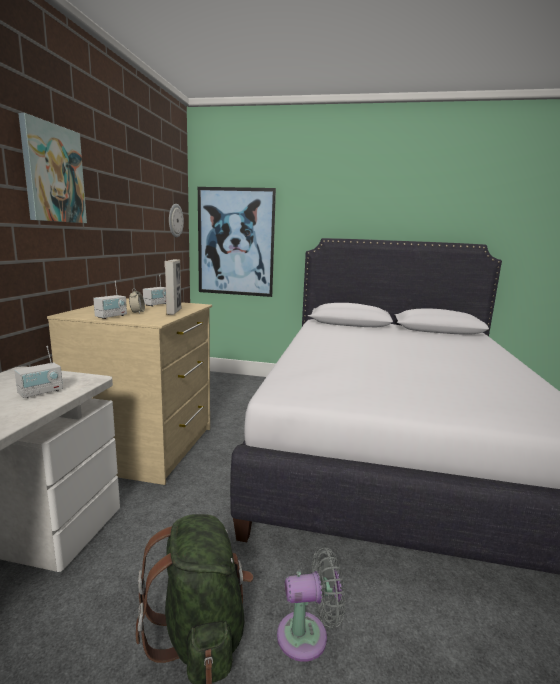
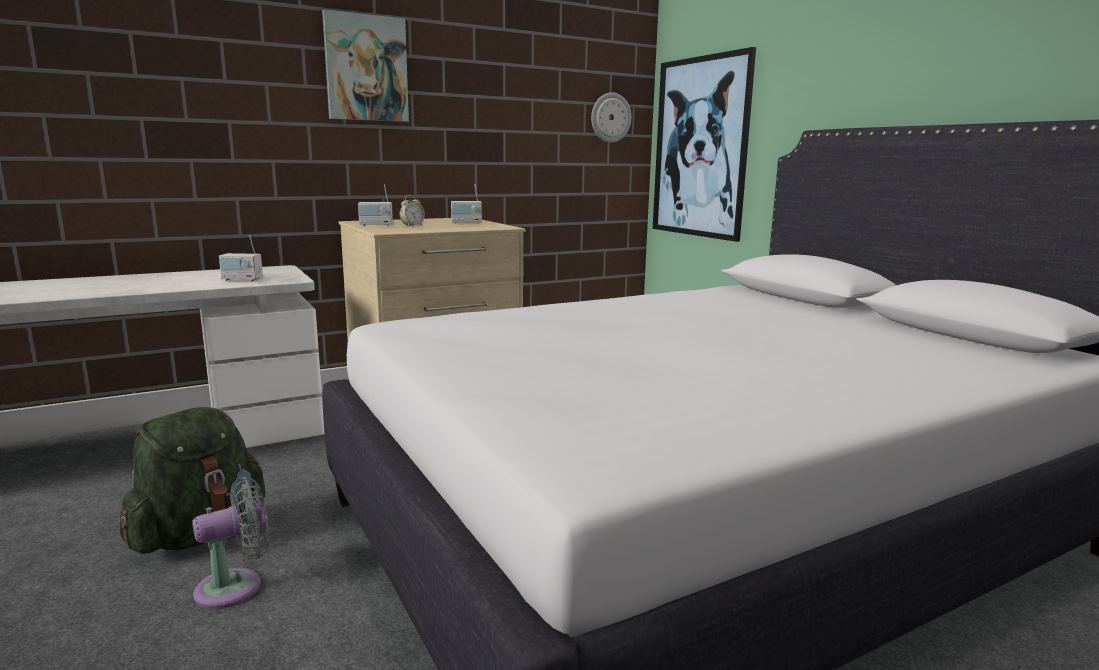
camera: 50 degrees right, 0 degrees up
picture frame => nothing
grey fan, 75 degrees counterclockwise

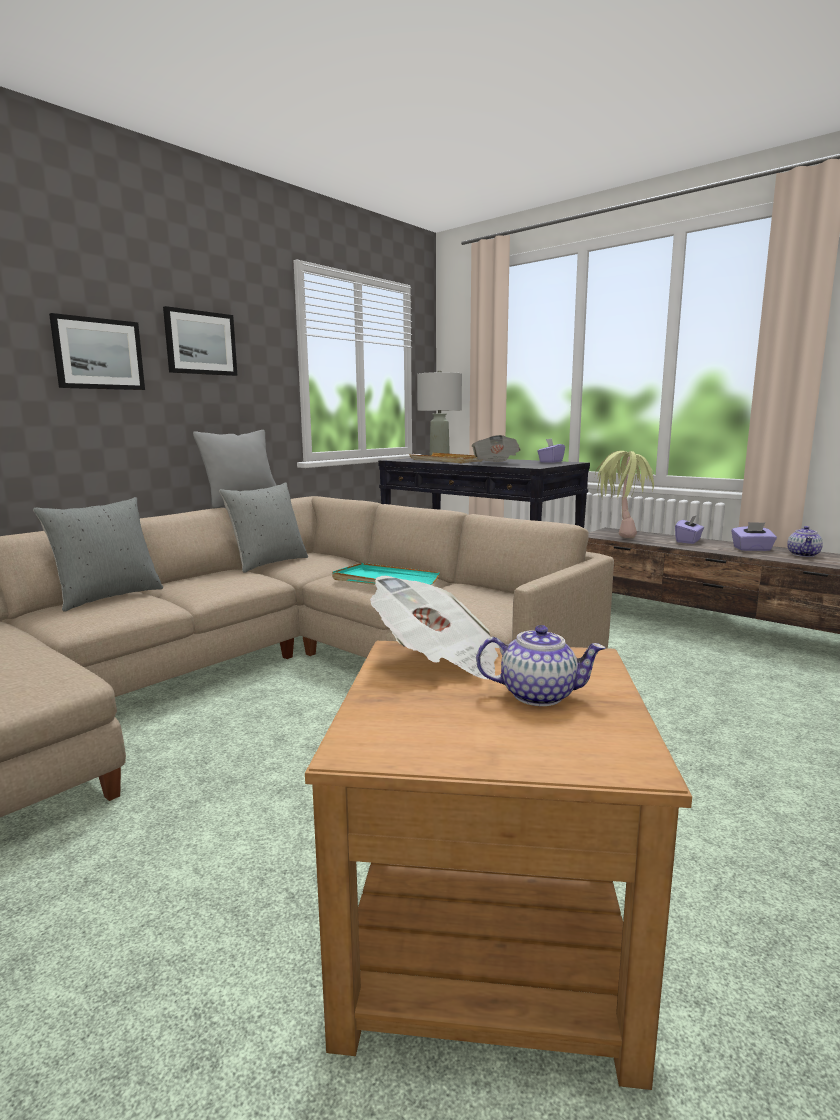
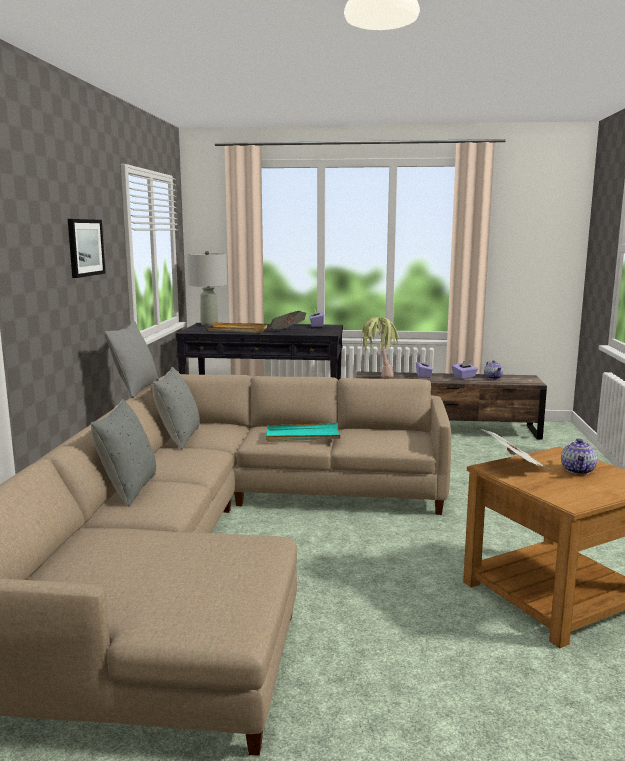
camera: 35 degrees left, 0 degrees up
picture (1st from left) => nothing
teapot (1st from left in the first image) => teapot (2nd from left), 135 degrees clockwise

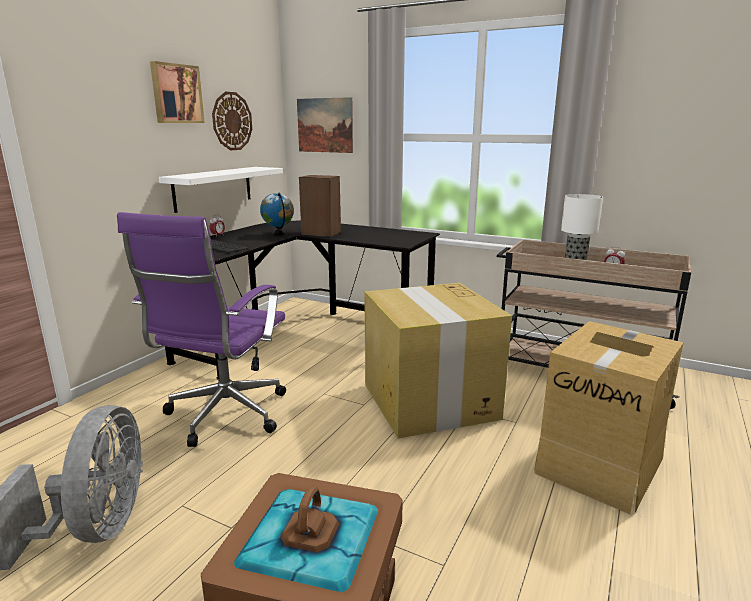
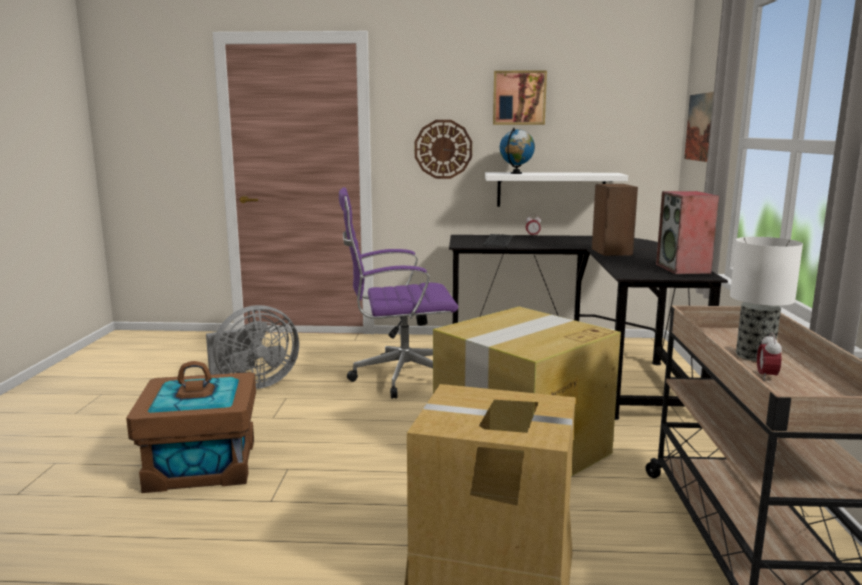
camera: 65 degrees right, 5 degrees down
wall clock, moved
globe, moved
nothing => speaker (2nd from left)

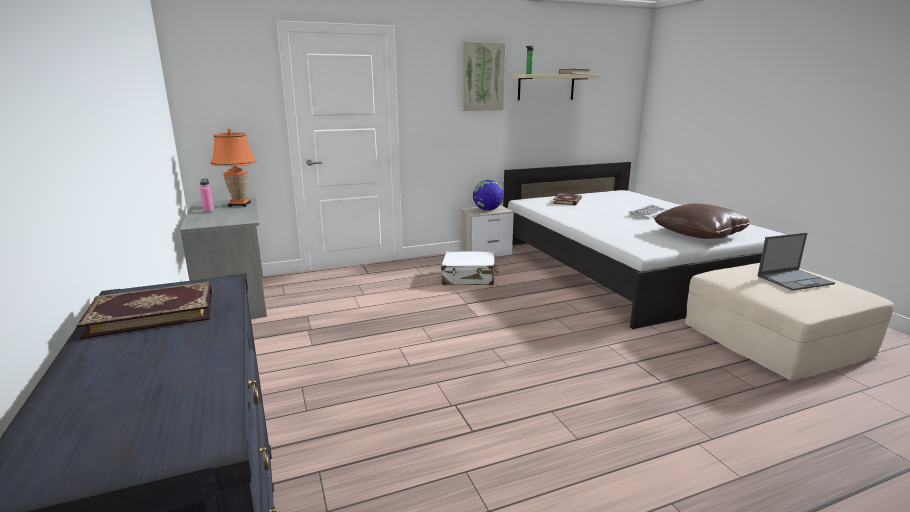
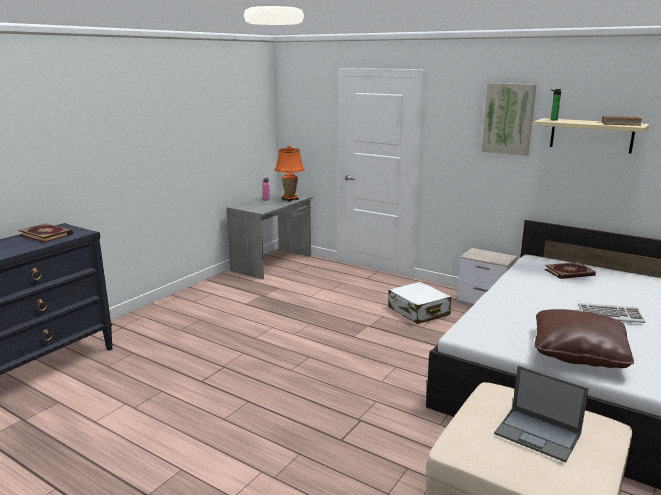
camera: 55 degrees right, 0 degrees up
globe => nothing

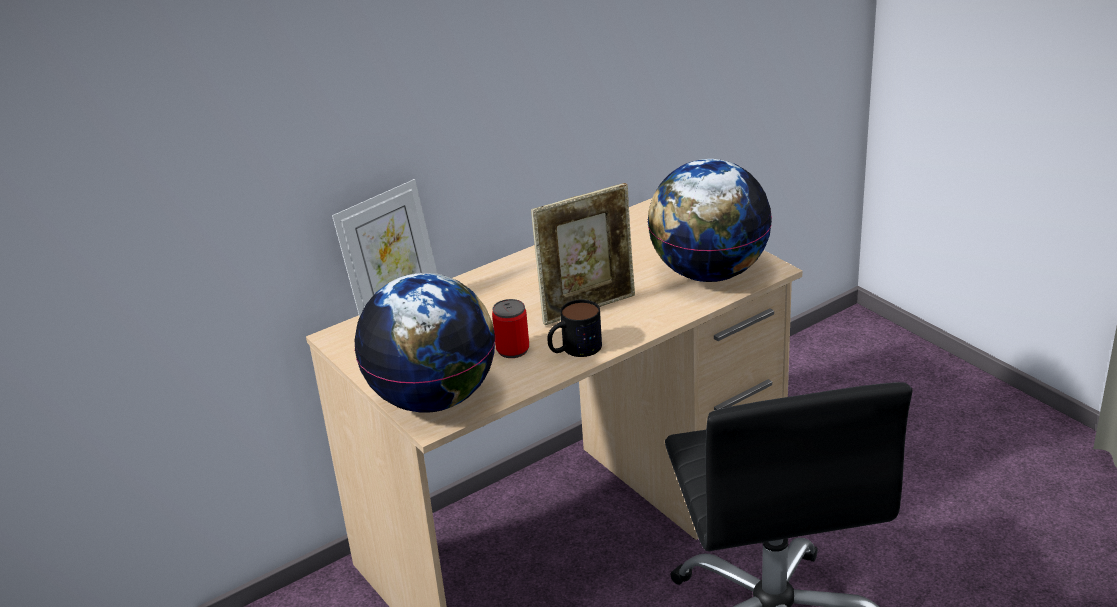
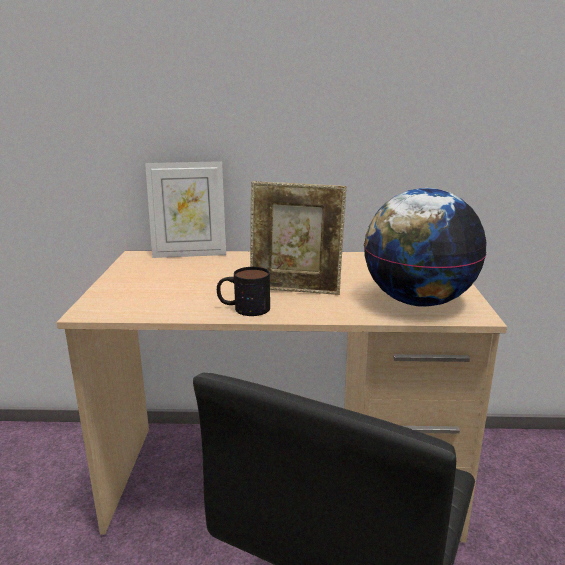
camera: 35 degrees right, 10 degrees down
globe (1st from left) => nothing
can => nothing

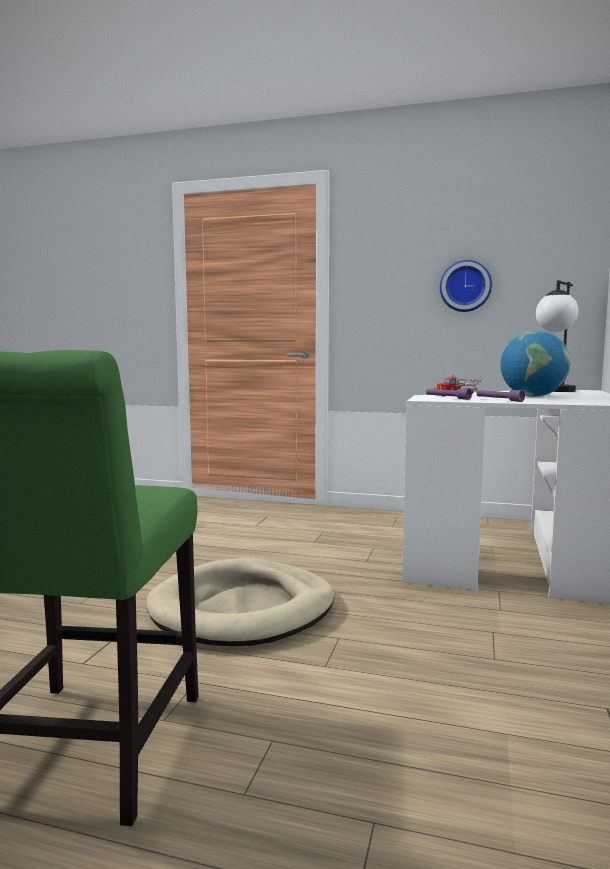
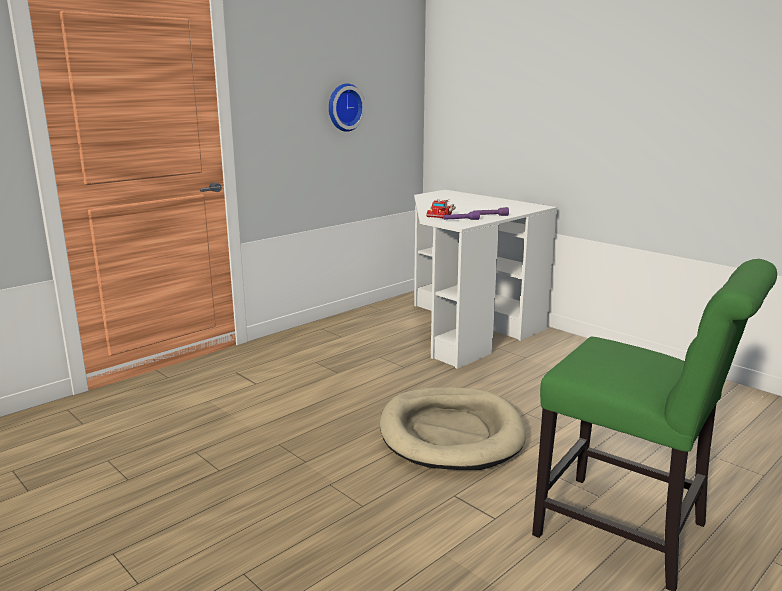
camera: 60 degrees left, 10 degrees up
globe => nothing
table lamp => nothing

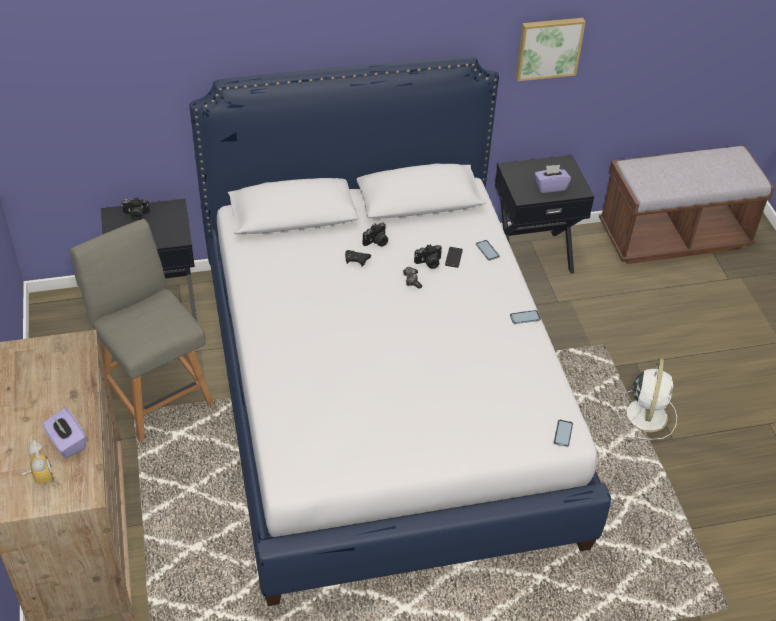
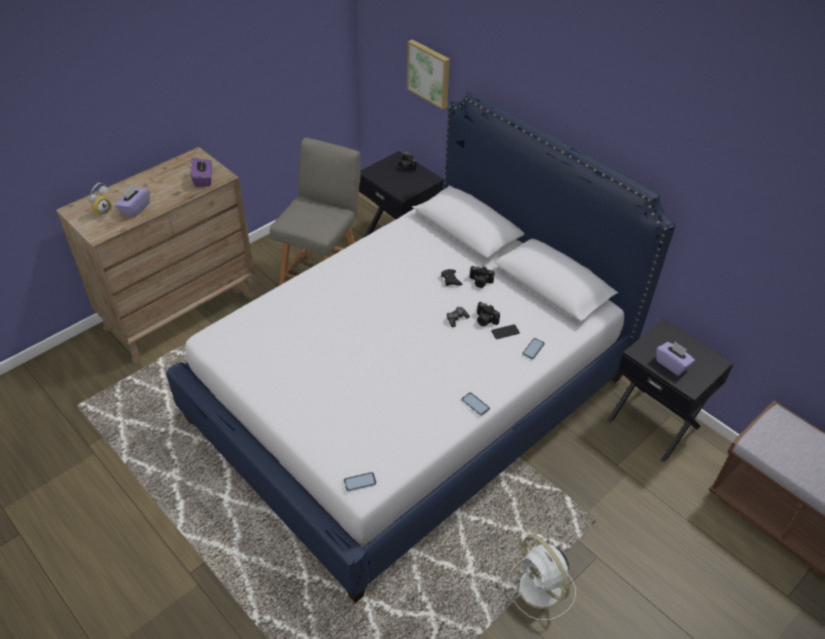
camera: 60 degrees right, 0 degrees up
picture, moved
white fan, 75 degrees clockwise
nothing => purple tissue box (2nd from left)

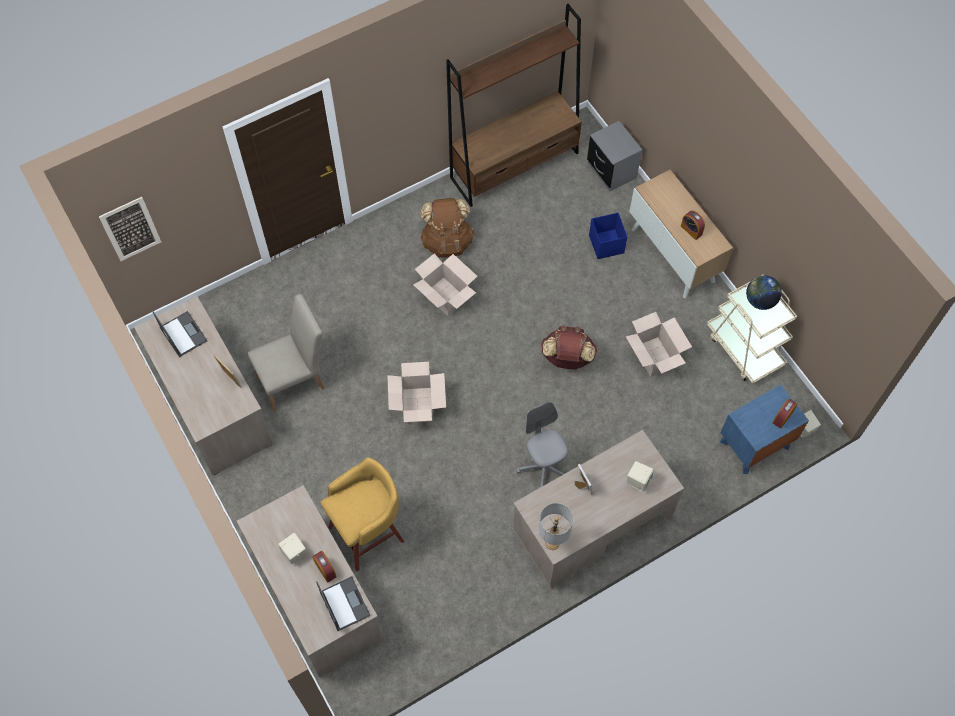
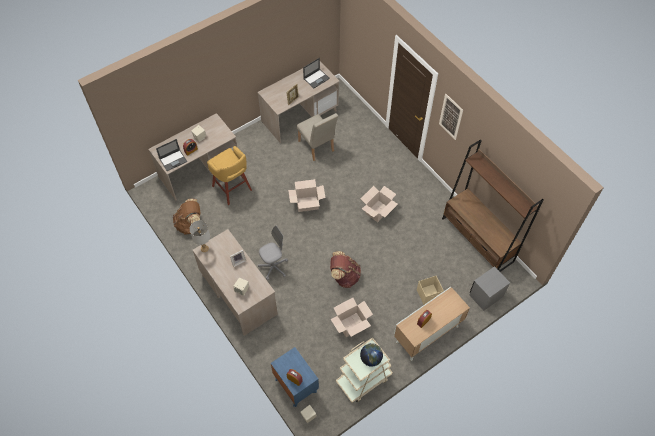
camera: 85 degrees right, 5 degrees down
picture, moved
brown backpack (1st from left), moved
blue storage box => beige storage box

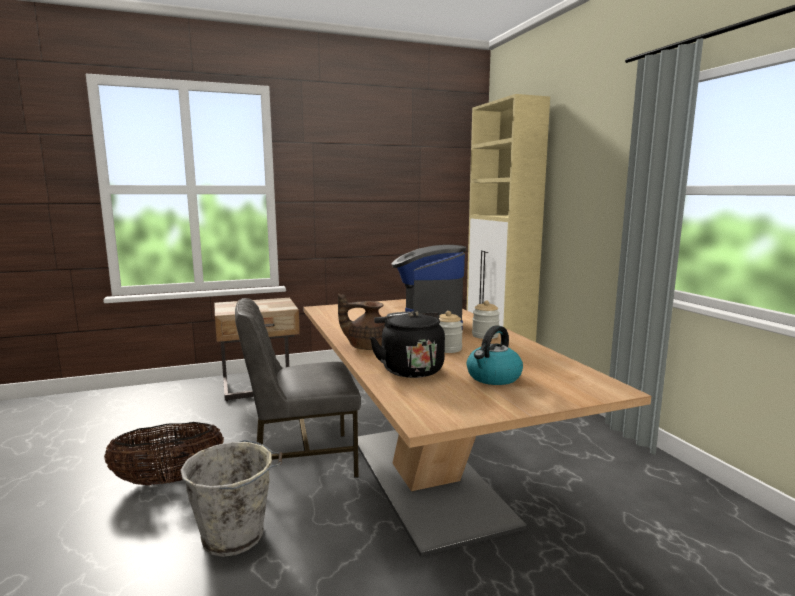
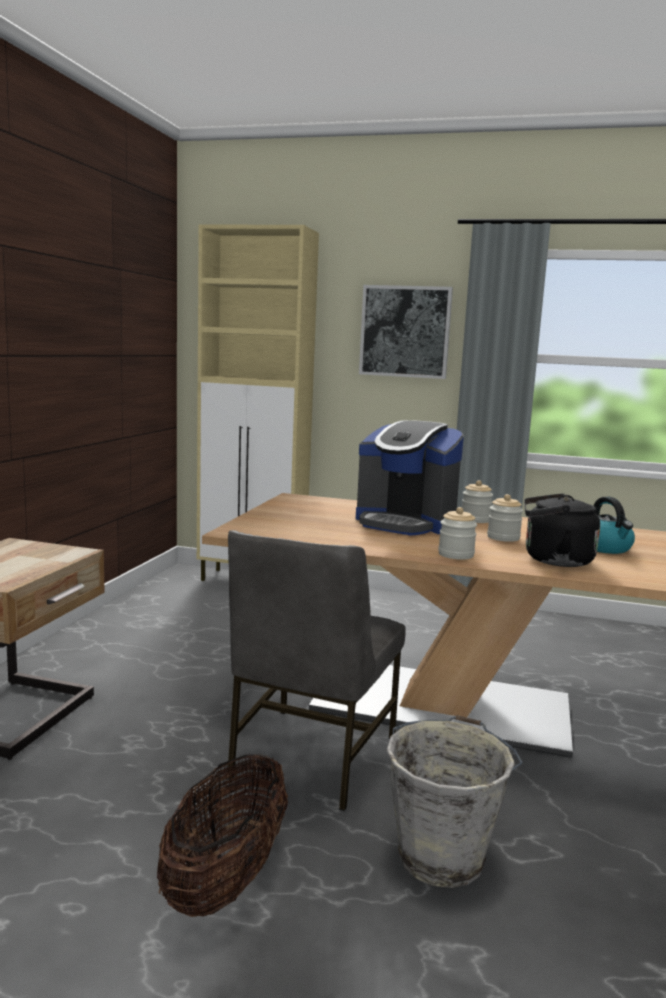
camera: 55 degrees left, 0 degrees up
brown teapot => jar (1st from left)
nothing => picture

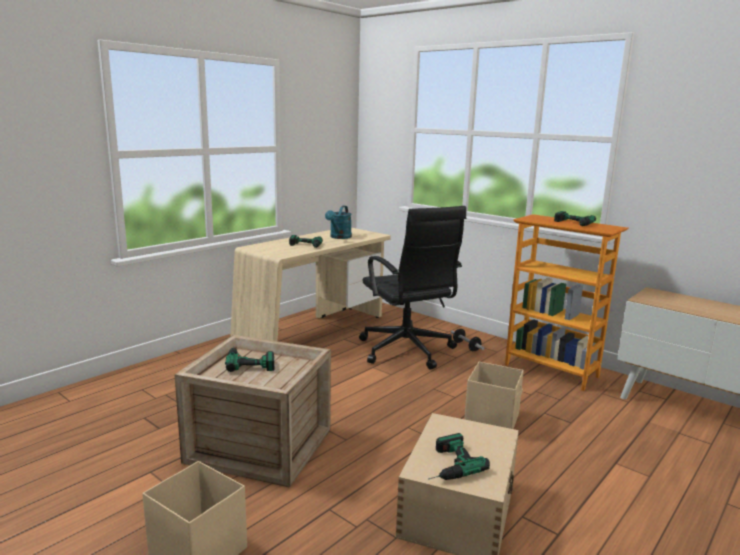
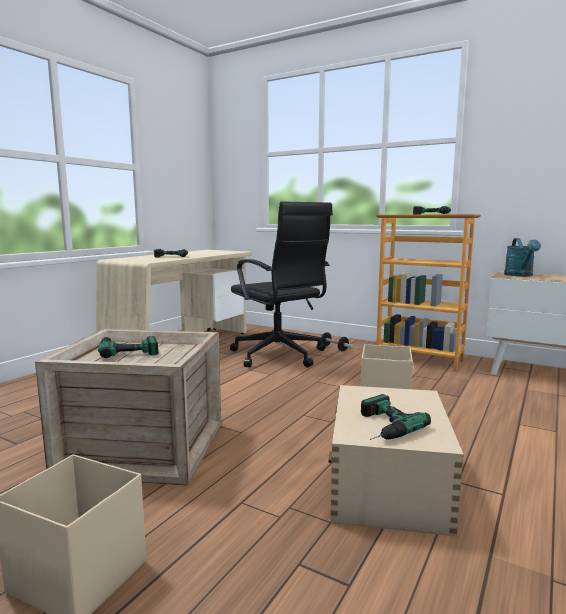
camera: 10 degrees left, 5 degrees down
turquoise watering can, moved

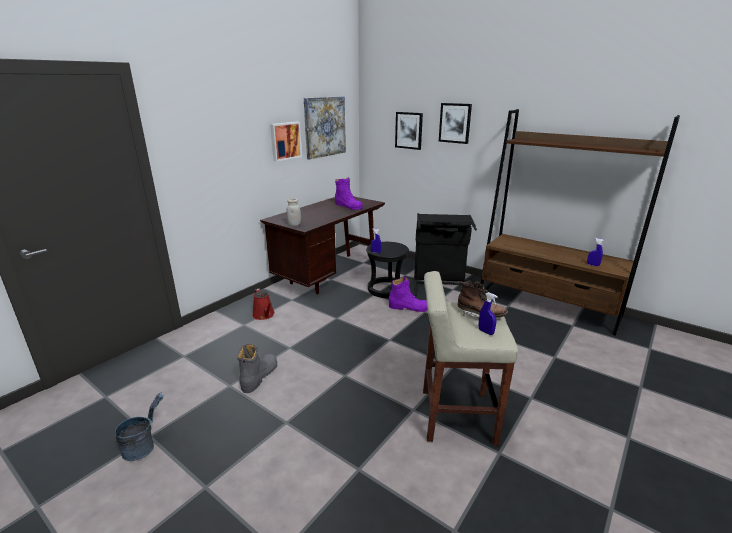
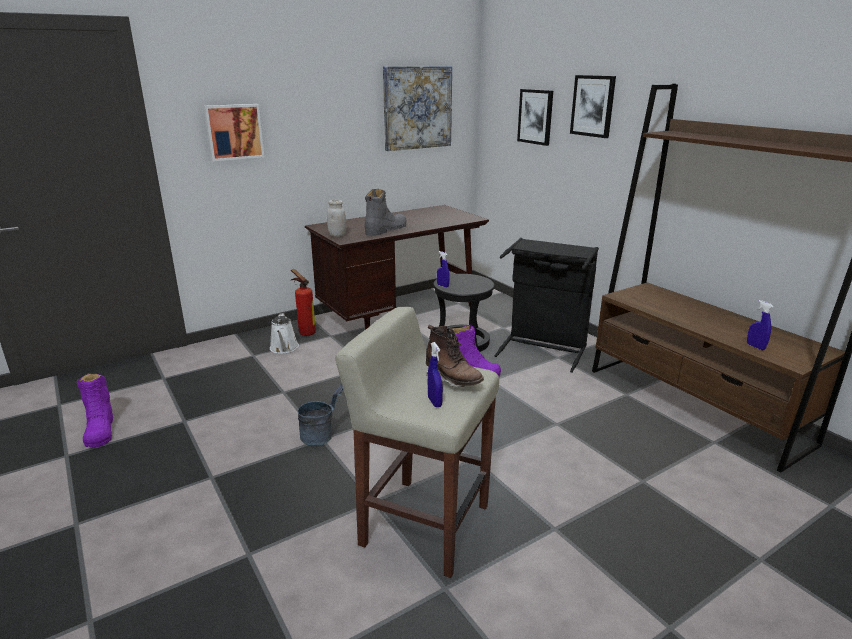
camera: 20 degrees right, 0 degrees up
grey bucket, moved
grey boot, moved
red watering can => white watering can
picture (1st from left), moved
purple boot (1st from left), moved
nothing => fire extinguisher

